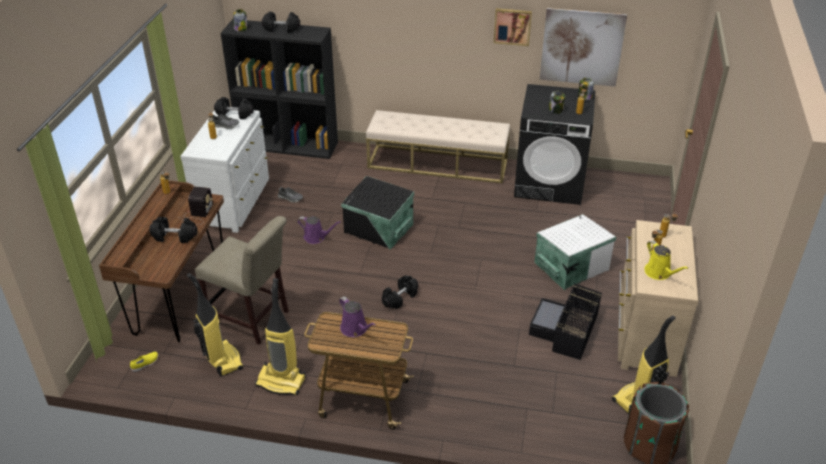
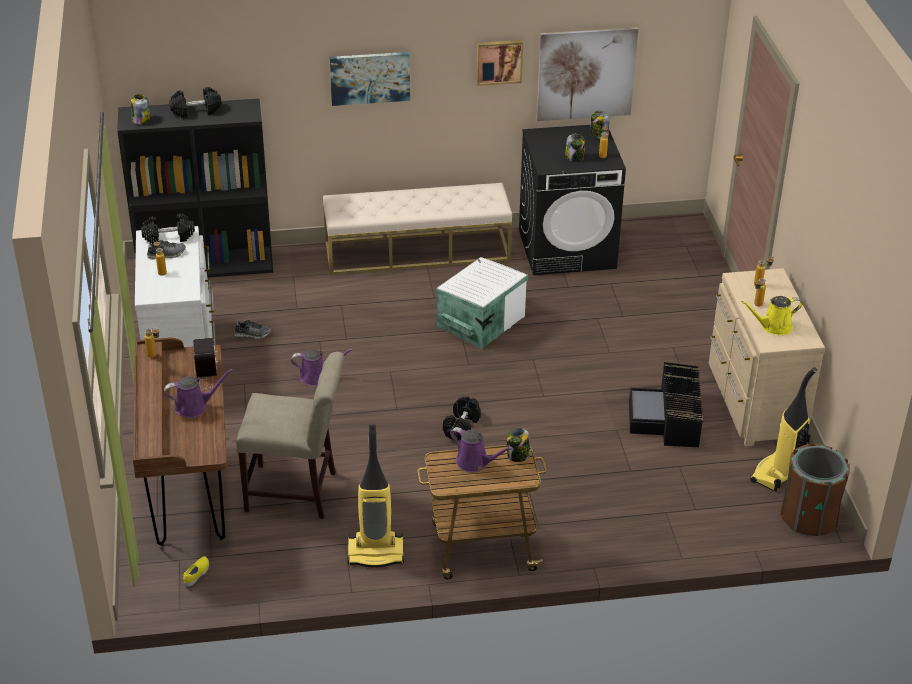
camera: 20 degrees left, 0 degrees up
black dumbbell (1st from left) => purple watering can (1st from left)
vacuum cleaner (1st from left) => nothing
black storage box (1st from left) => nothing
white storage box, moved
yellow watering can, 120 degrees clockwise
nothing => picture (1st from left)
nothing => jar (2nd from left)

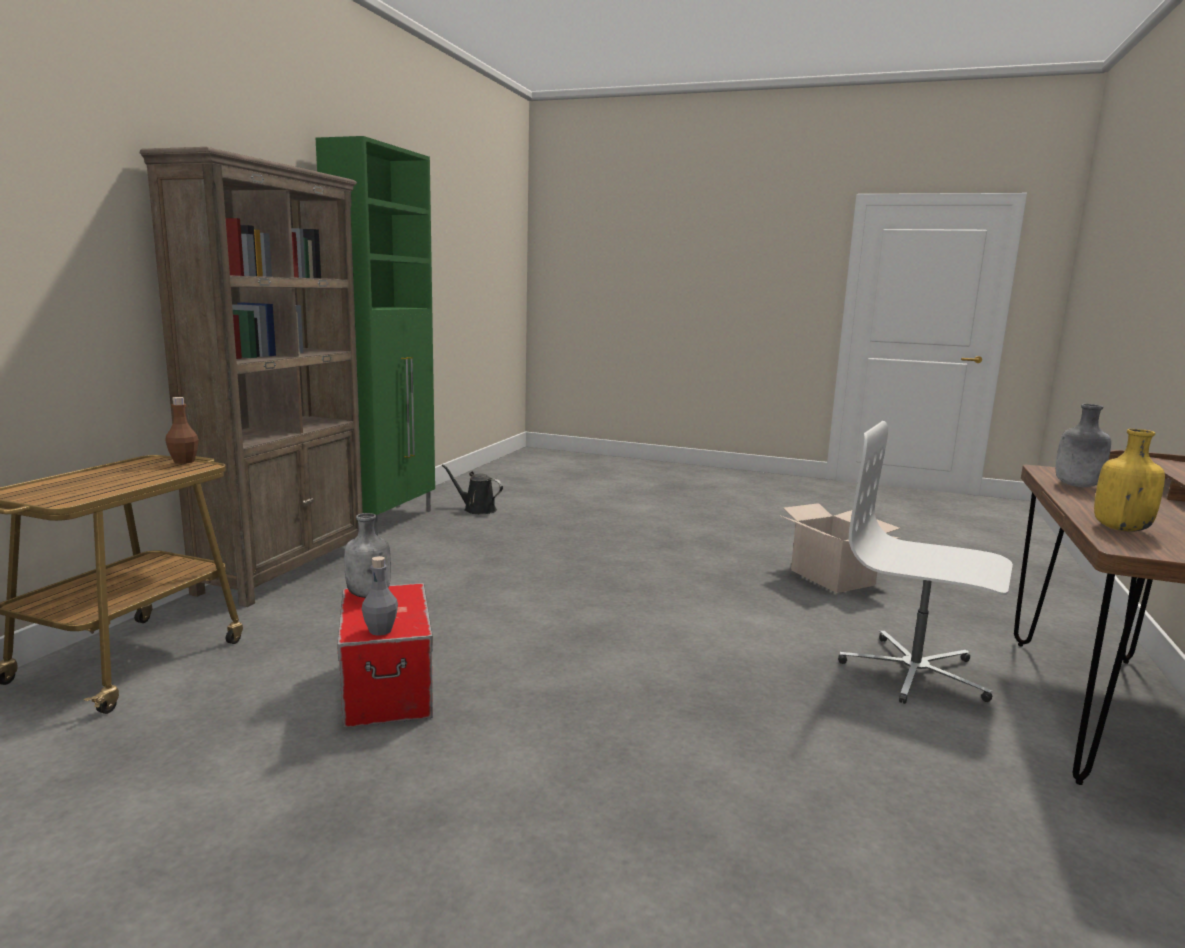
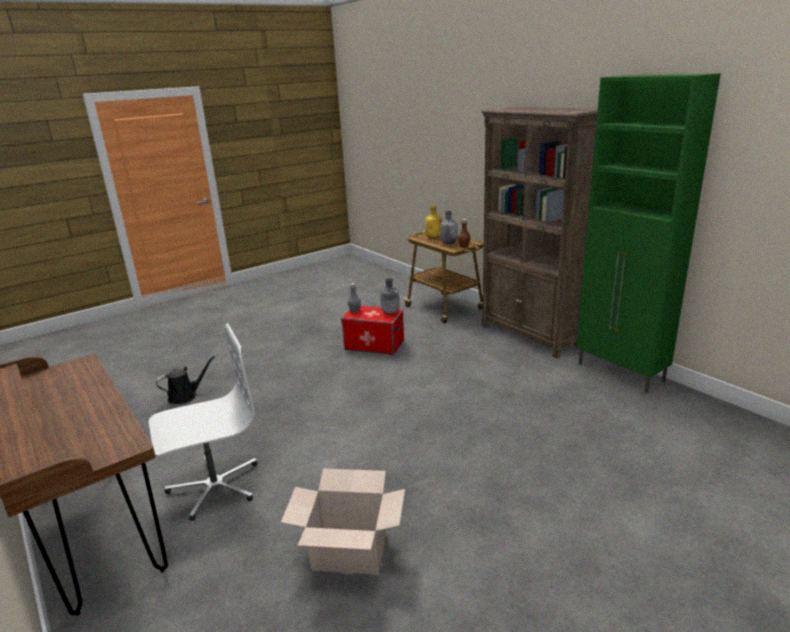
camera: 125 degrees right, 10 degrees up
black watering can, moved
grey bottle (3rd from left), moved
yellow bottle, moved

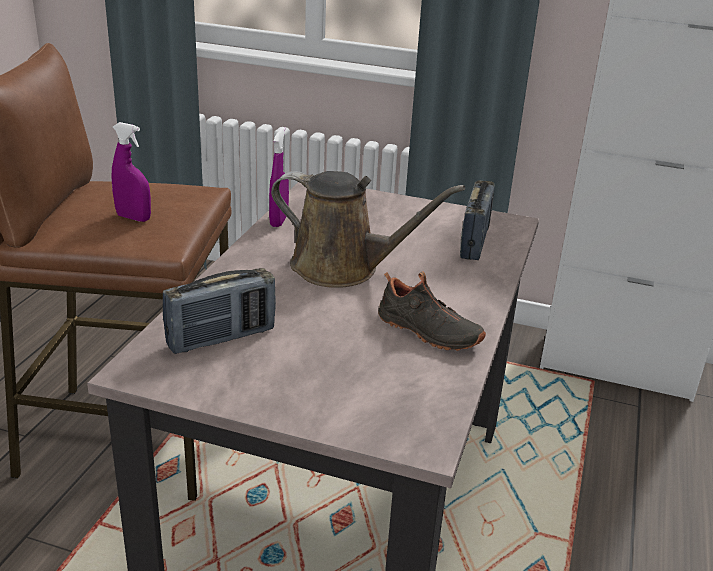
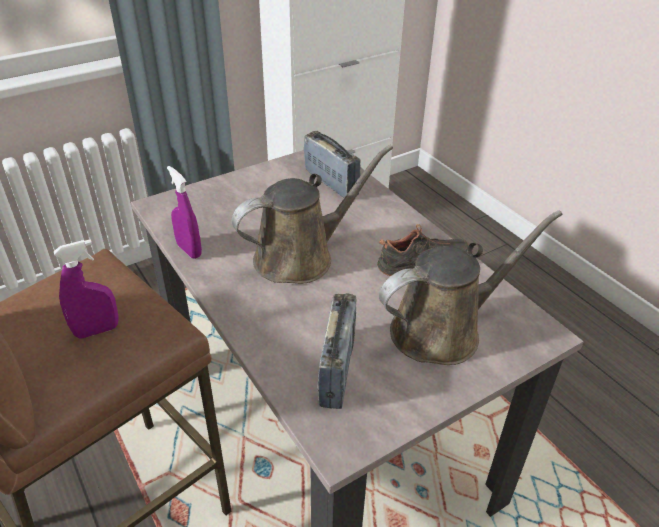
camera: 50 degrees left, 10 degrees up
nothing => brown watering can (2nd from left)

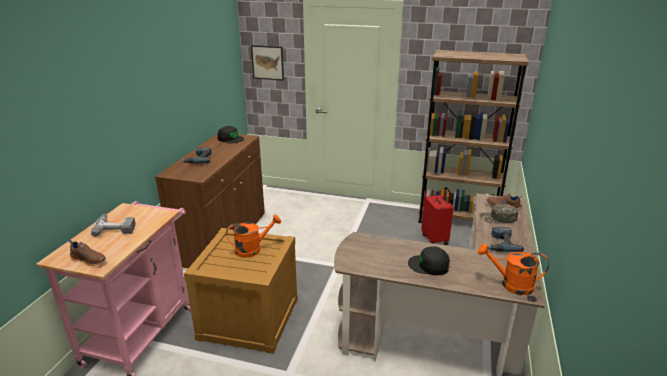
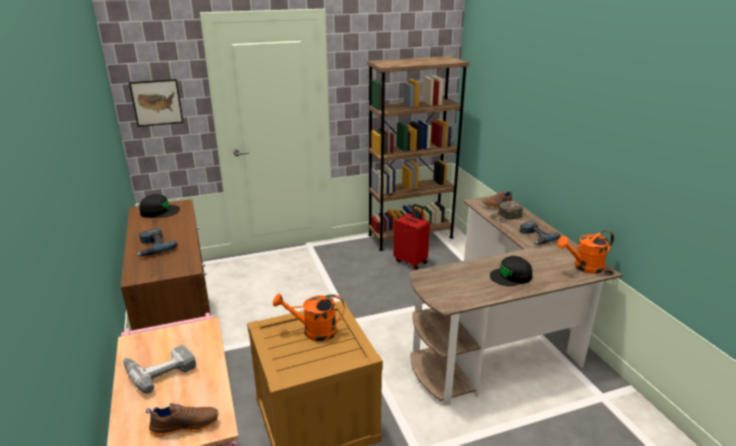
camera: 35 degrees left, 0 degrees up
orange watering can (1st from left), 120 degrees counterclockwise

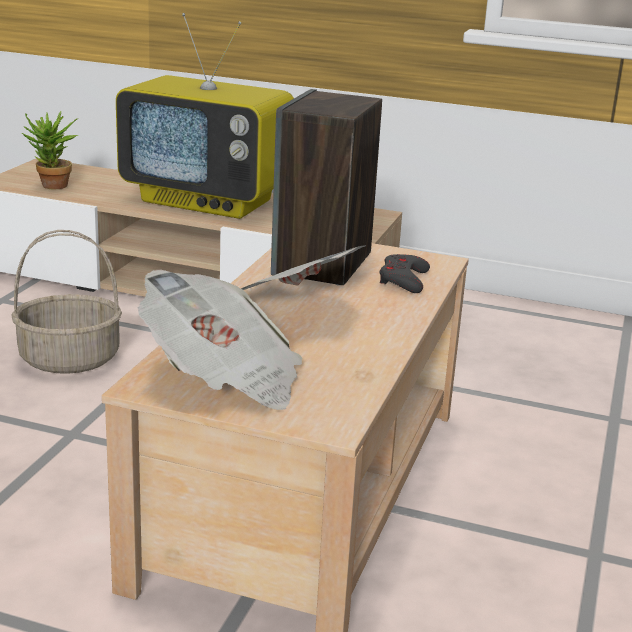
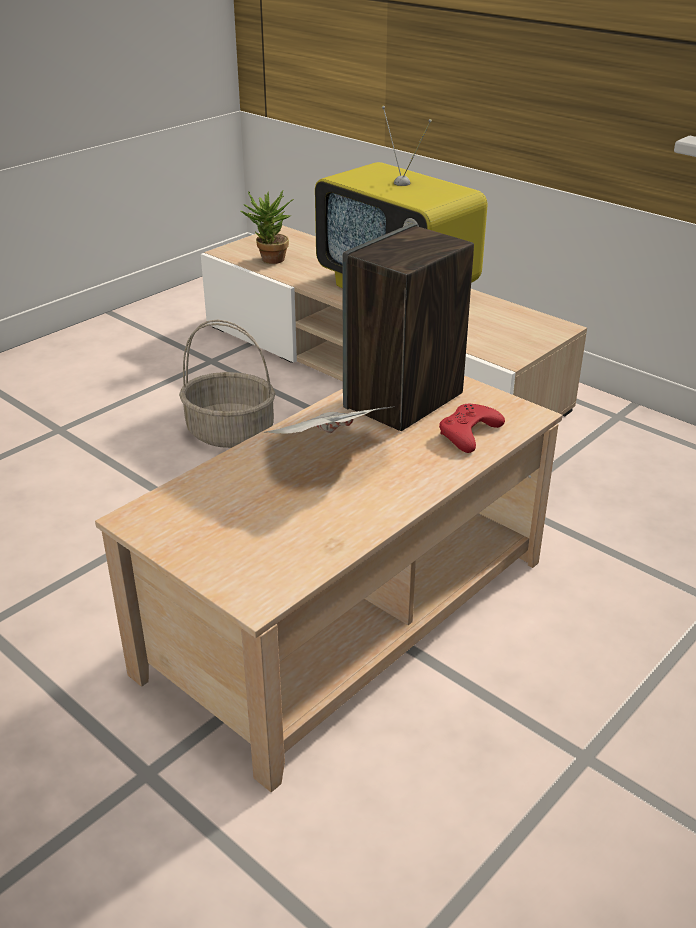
camera: 25 degrees right, 10 degrees up
newspaper (1st from left) => nothing
grey game controller => red game controller

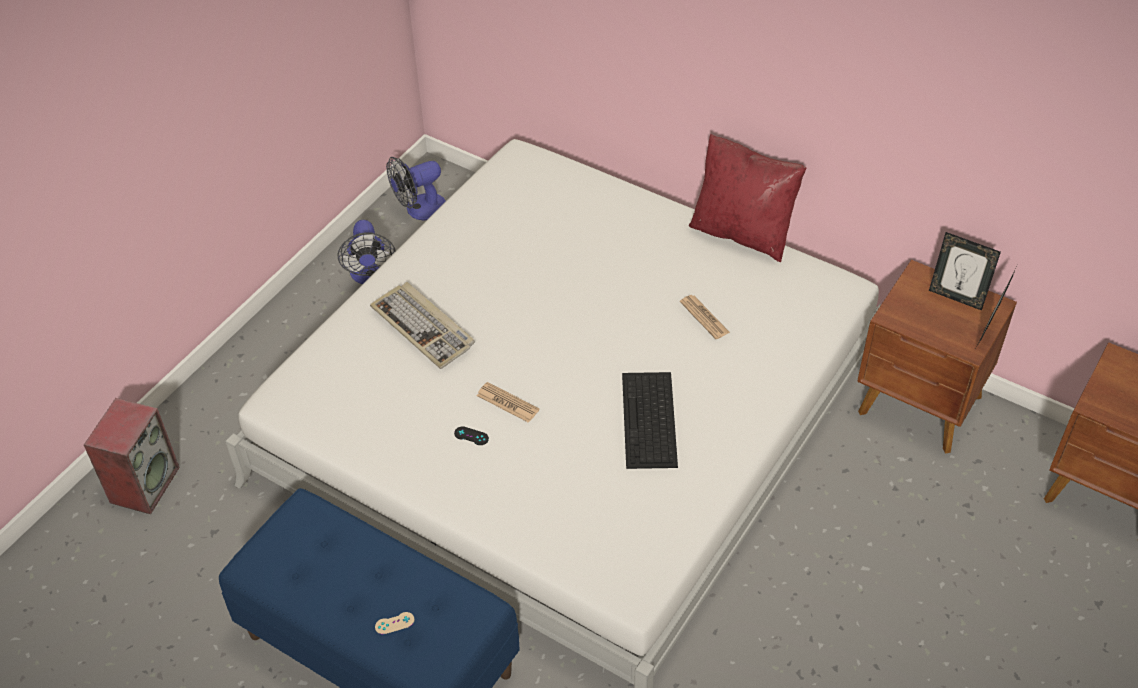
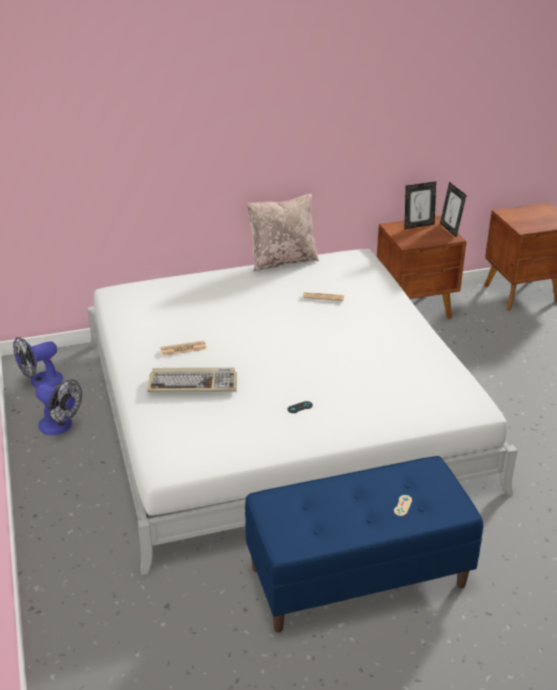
camera: 50 degrees left, 15 degrees down
speaker => nothing
fan (2nd from left in the first image) => fan (1st from left), 45 degrees clockwise
newspaper (1st from left), moved
keyboard (2nd from left) => nothing
red pillow => beige pillow

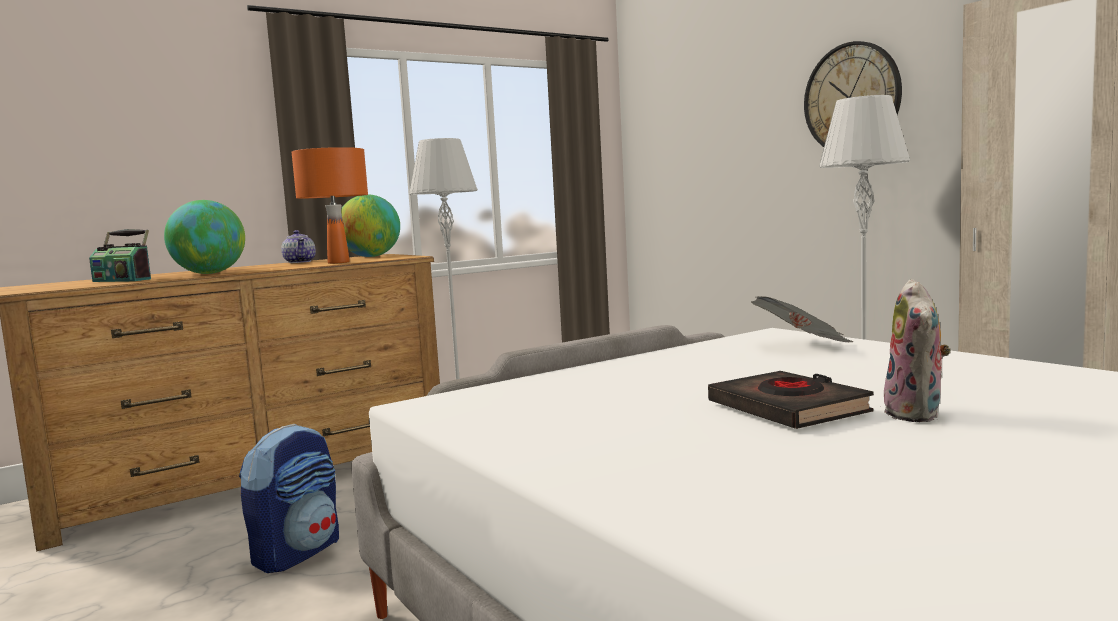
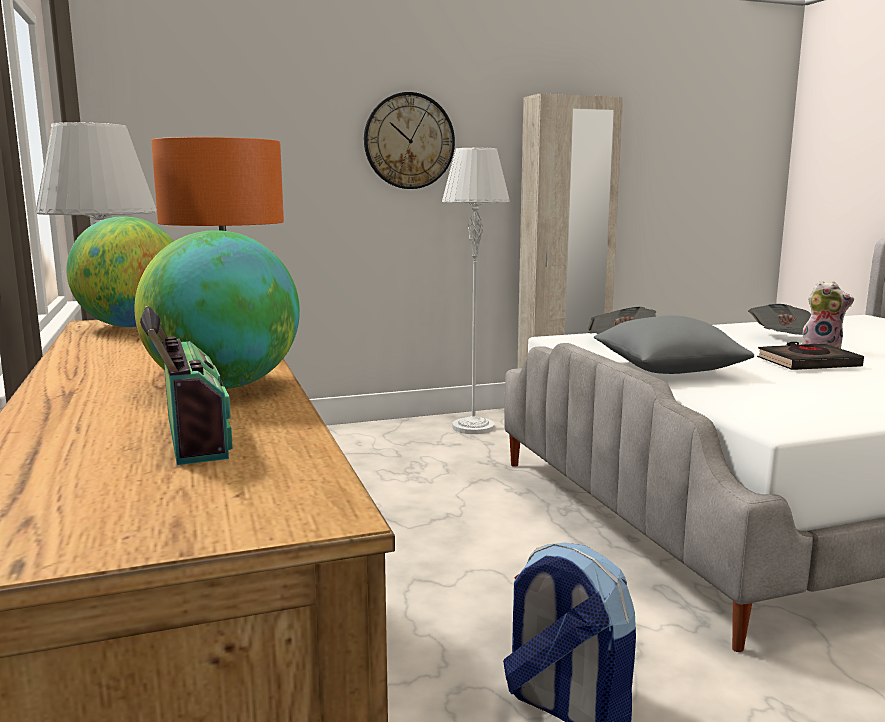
camera: 75 degrees left, 5 degrees up
radio, 60 degrees counterclockwise
teapot => nothing
nothing => grey pillow
nothing => newspaper (2nd from left)

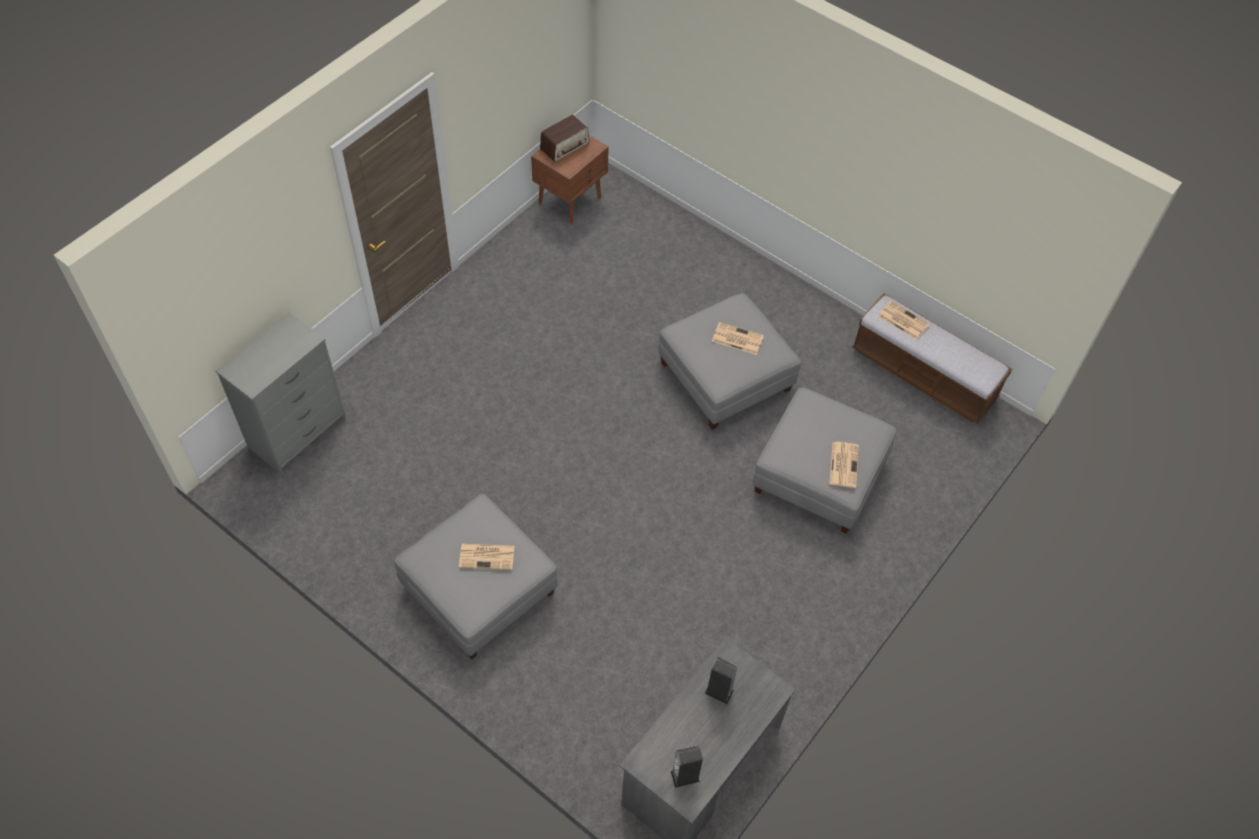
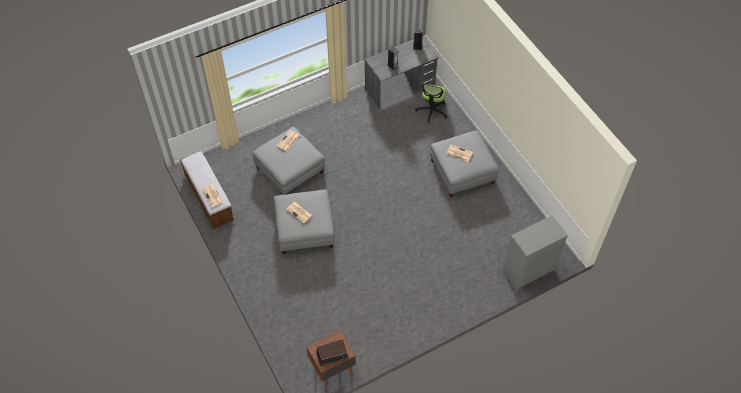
camera: 155 degrees left, 0 degrees up
nothing => office chair

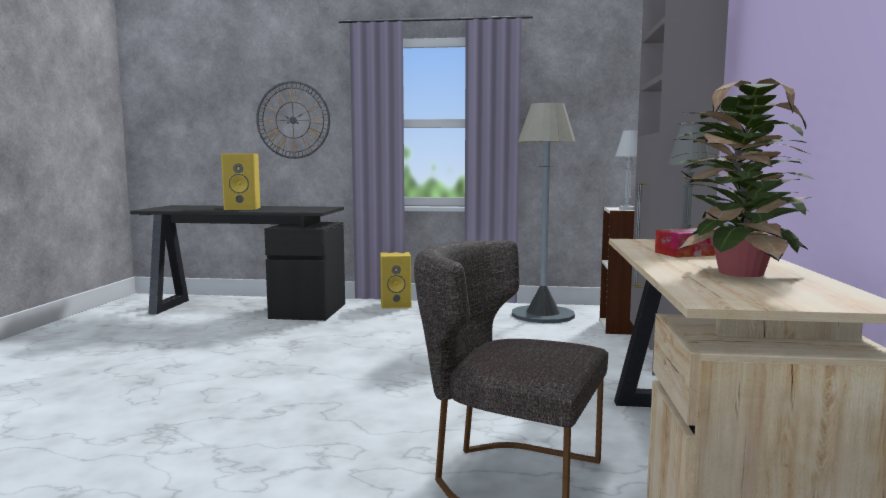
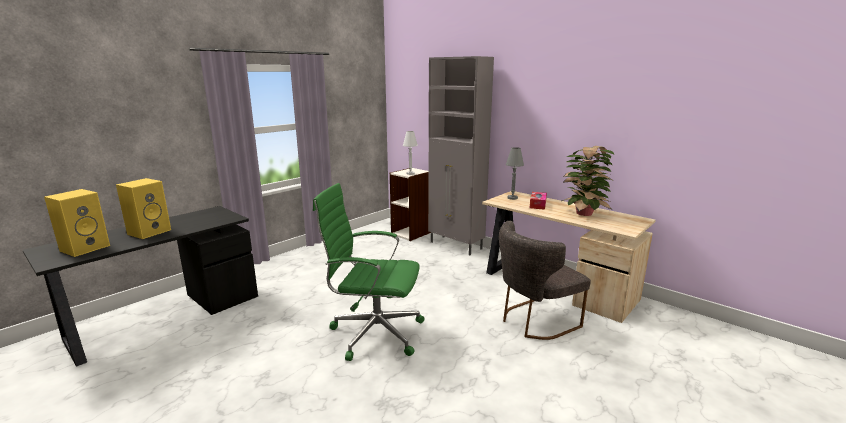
camera: 55 degrees left, 10 degrees up
wall clock => nothing
yellow speaker (2nd from left in the first image) => yellow speaker (1st from left), moved
grey floor lamp => nothing
nothing => green office chair

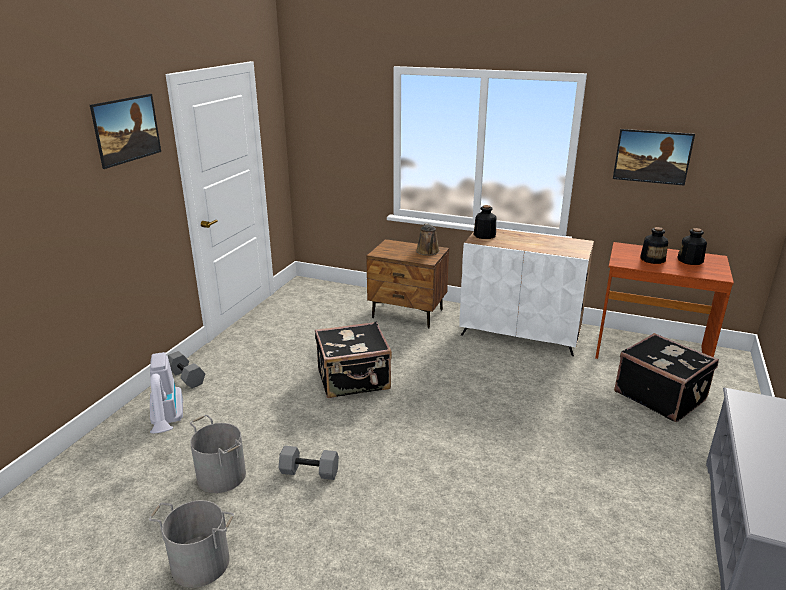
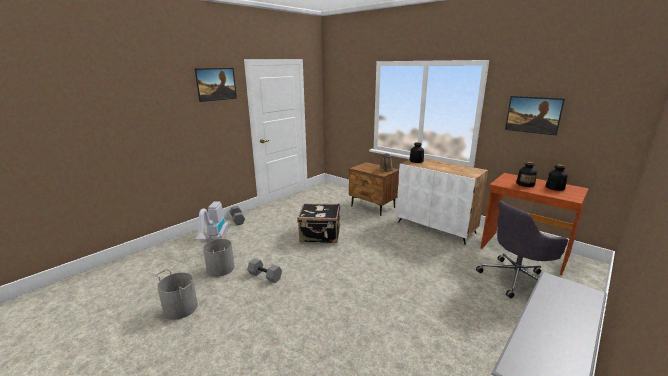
camera: 20 degrees right, 5 degrees down
black suitcase (2nd from left) => grey office chair

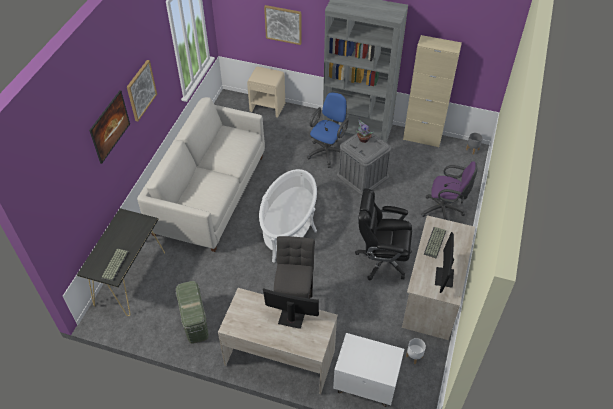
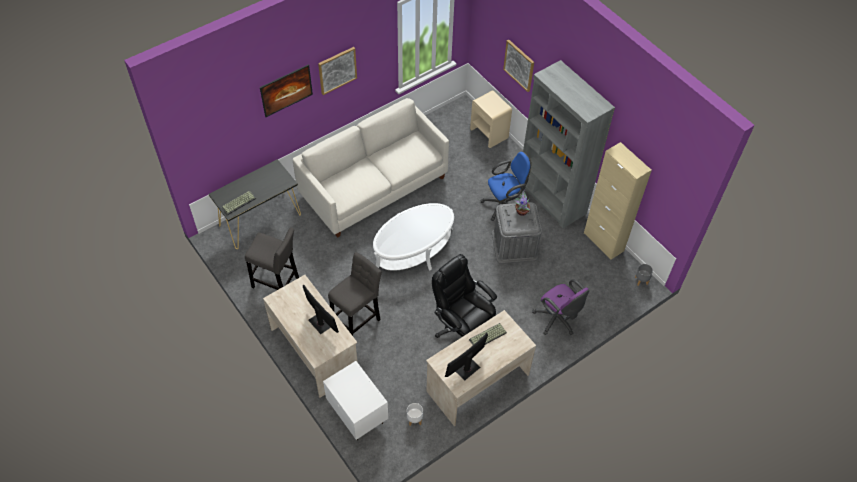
camera: 35 degrees right, 5 degrees up
green storage box => grey stool (1st from left)

